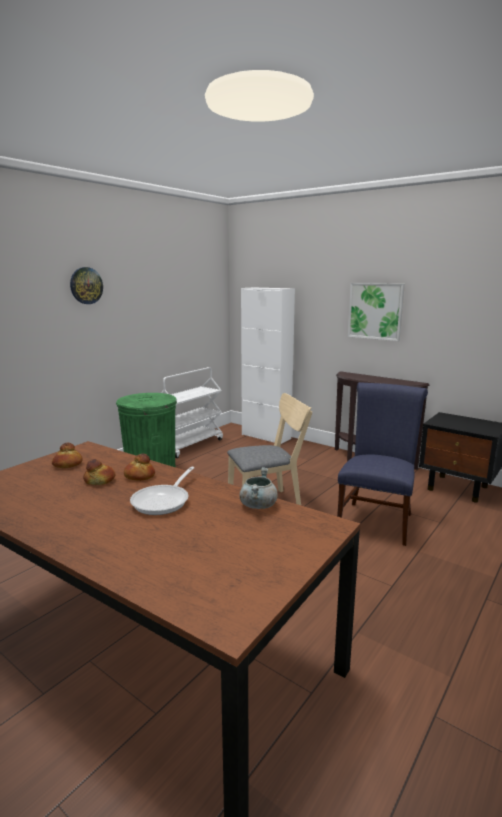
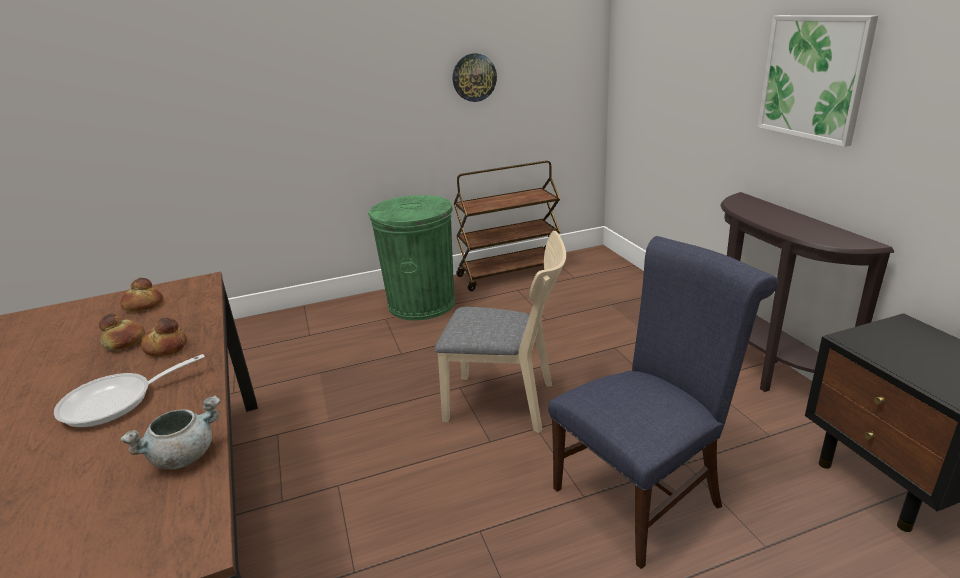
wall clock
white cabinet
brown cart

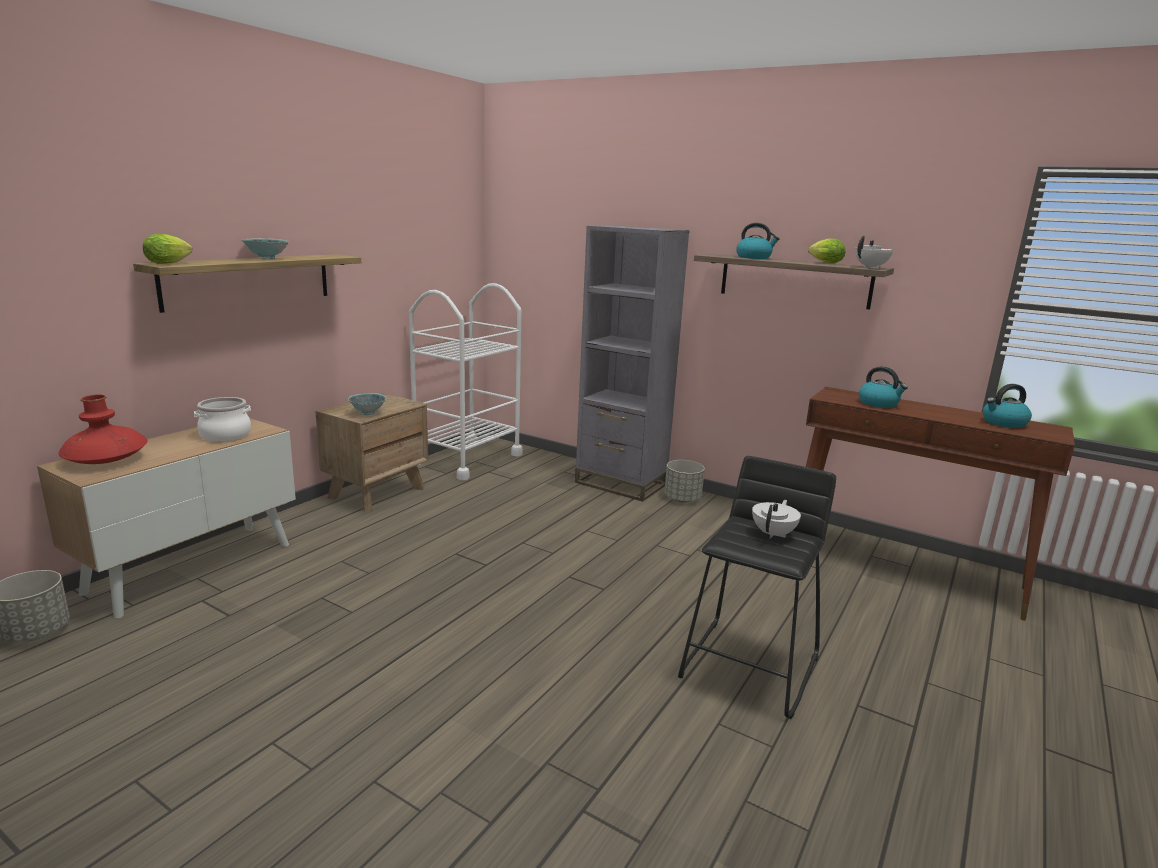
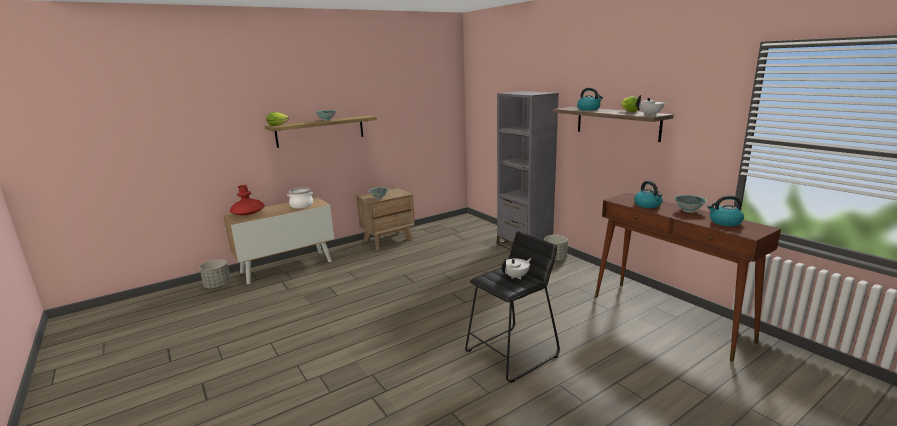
white cart
bowl (3rd from left)

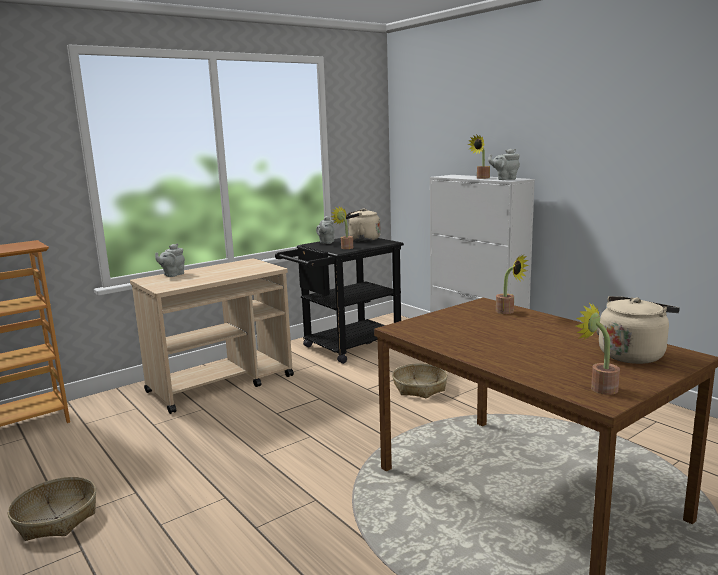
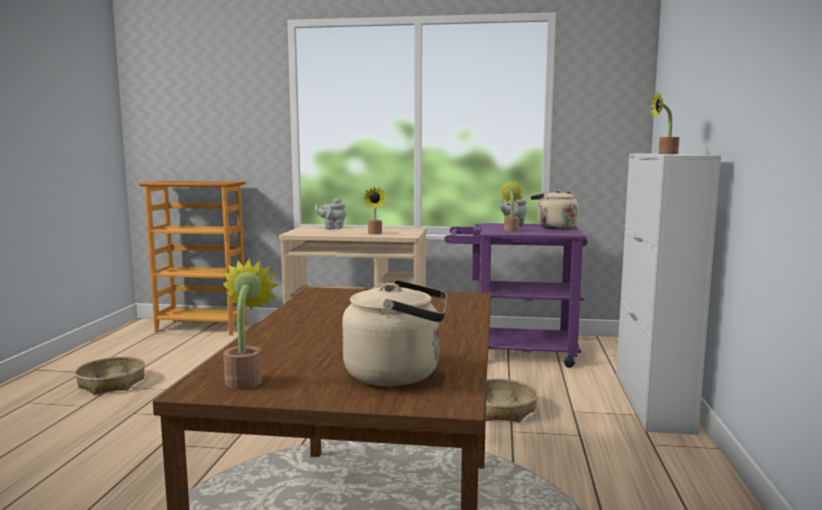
grey teapot (3rd from left in the first image)
purple cart
potted plant (2nd from left)

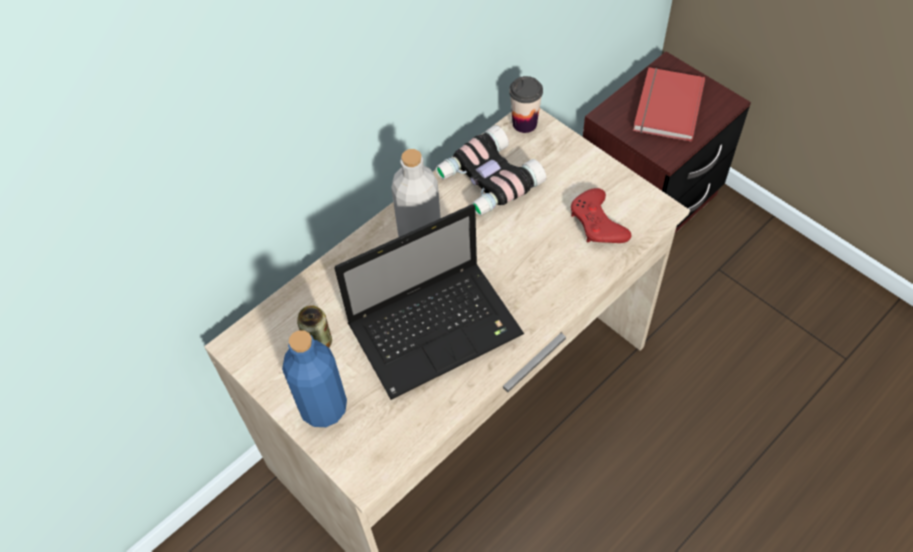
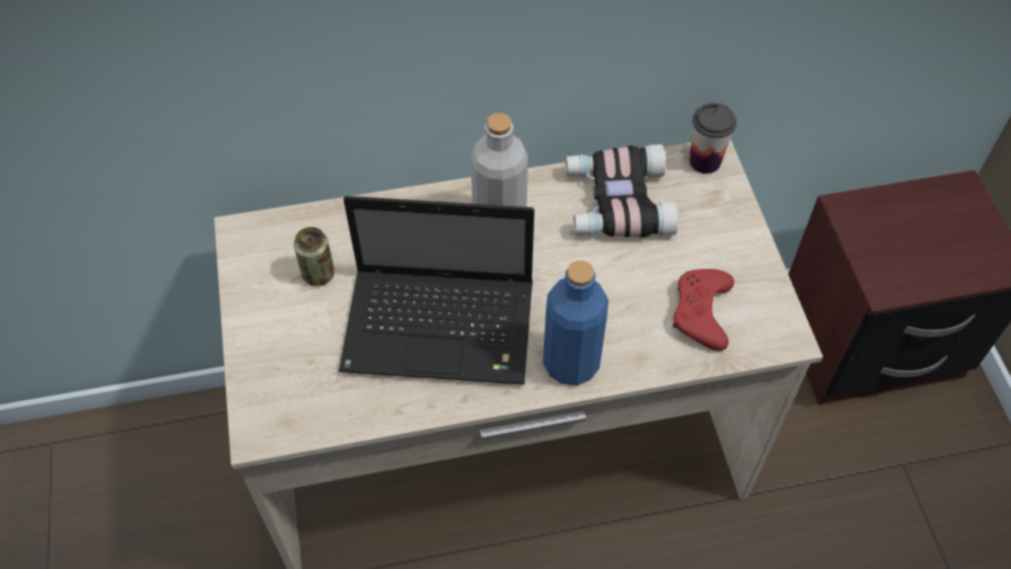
red book
blue bottle

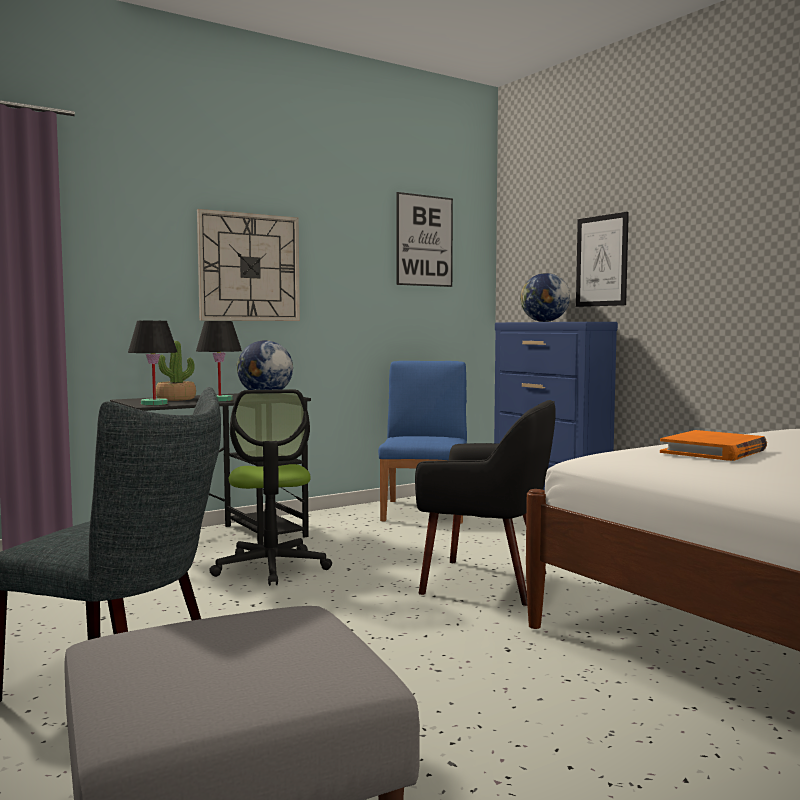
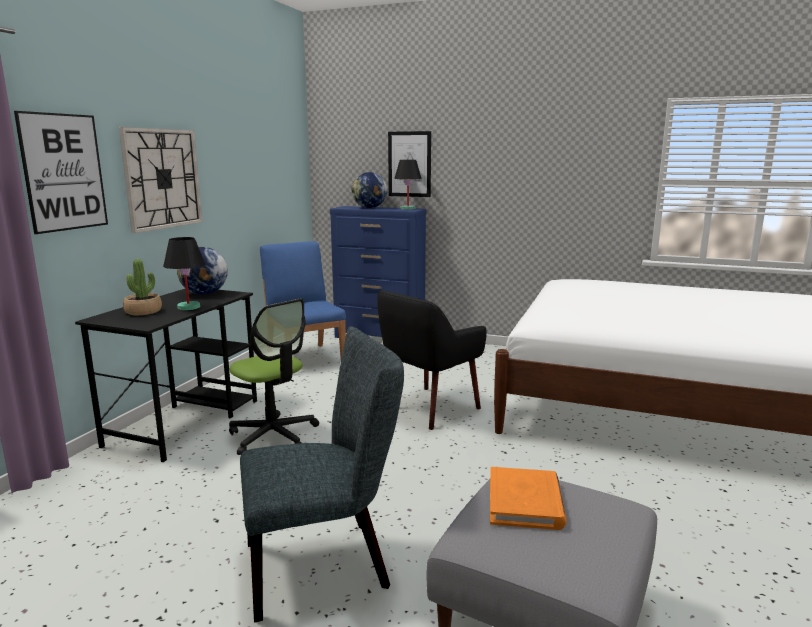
picture (1st from left)
black table lamp (2nd from left)
black armchair
orange book

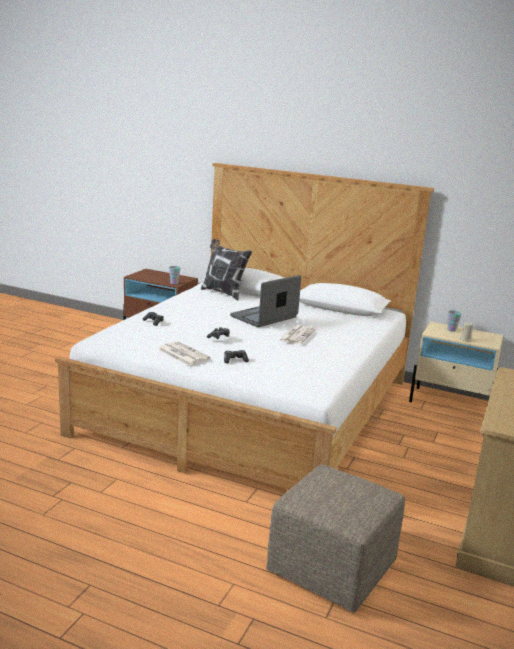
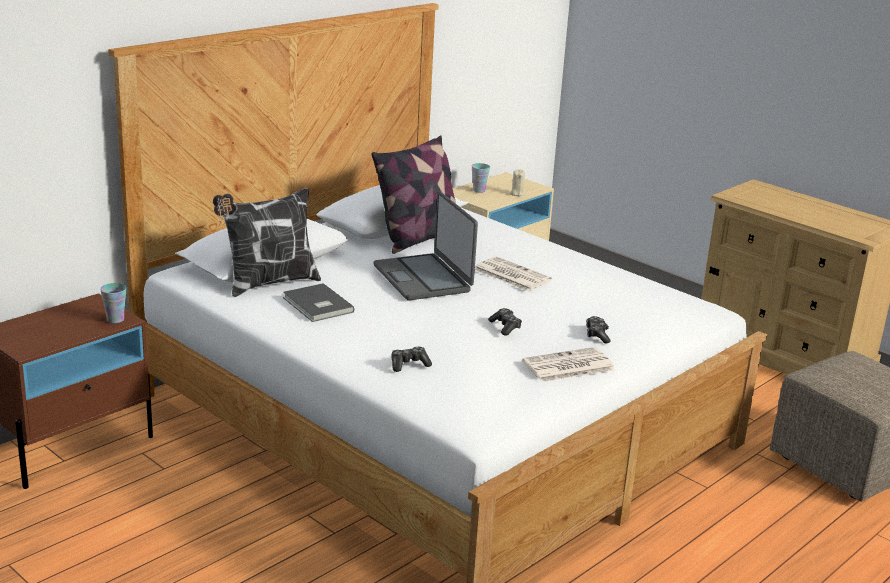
pillow (2nd from left)
grey book

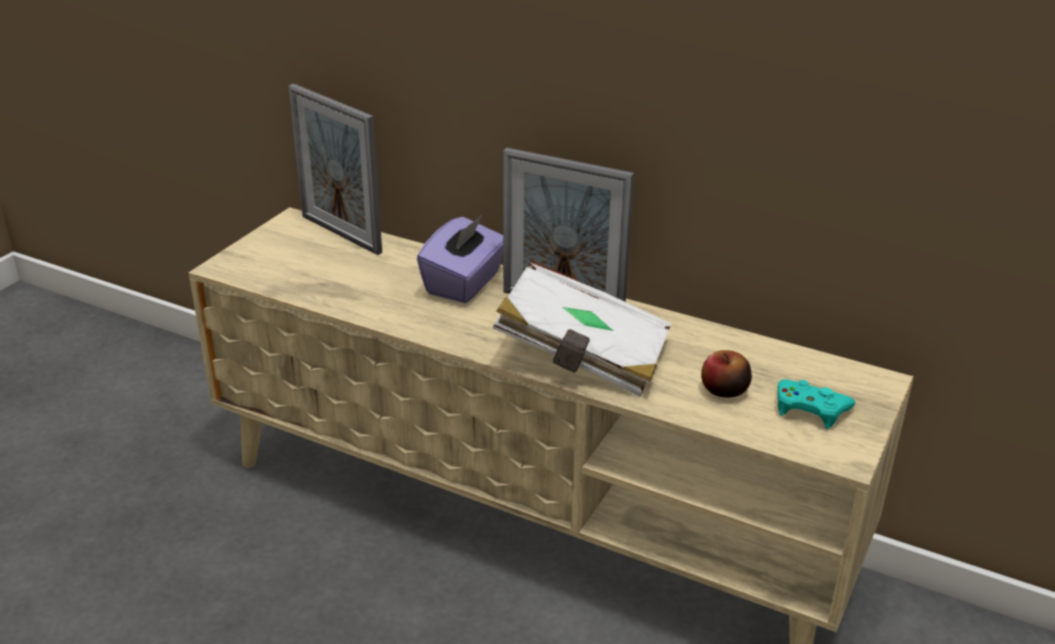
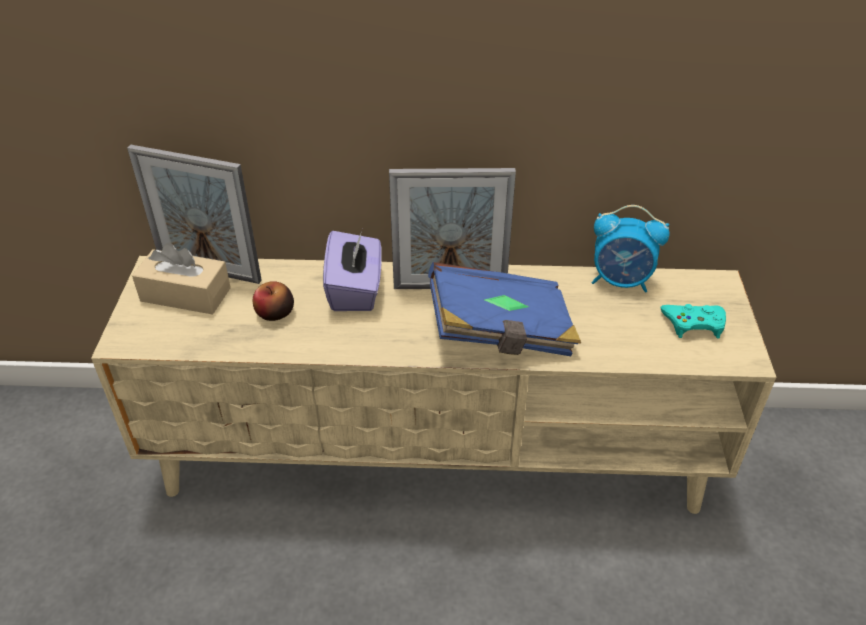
blue book
apple
alarm clock
beige tissue box

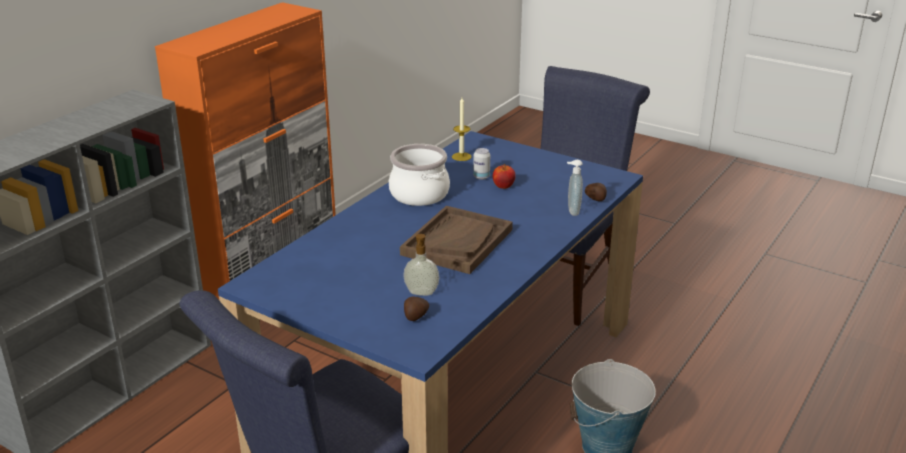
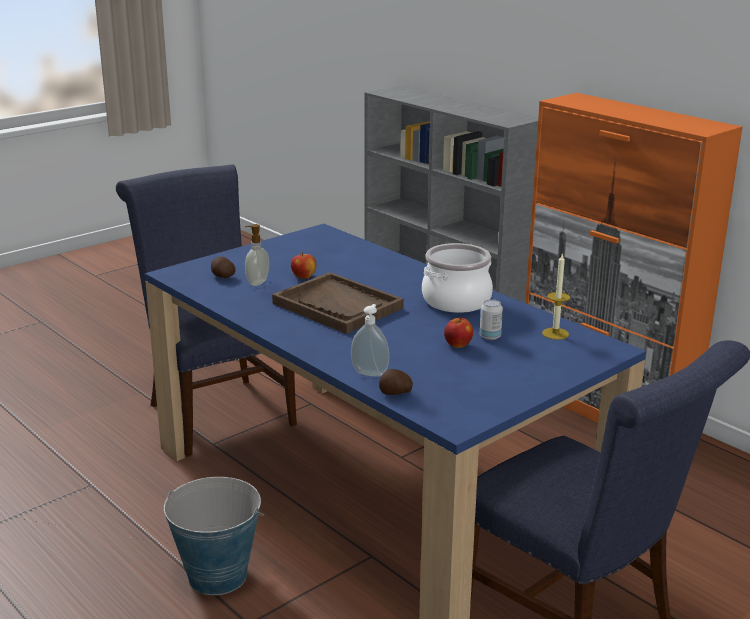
apple (1st from left)

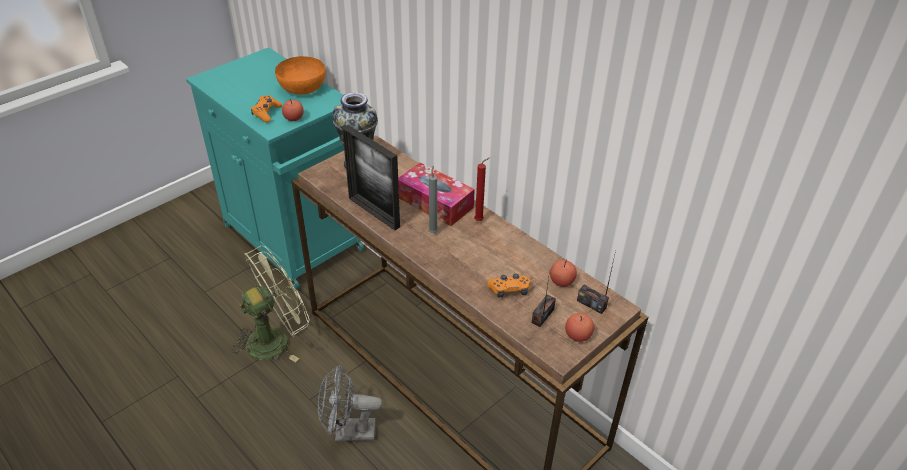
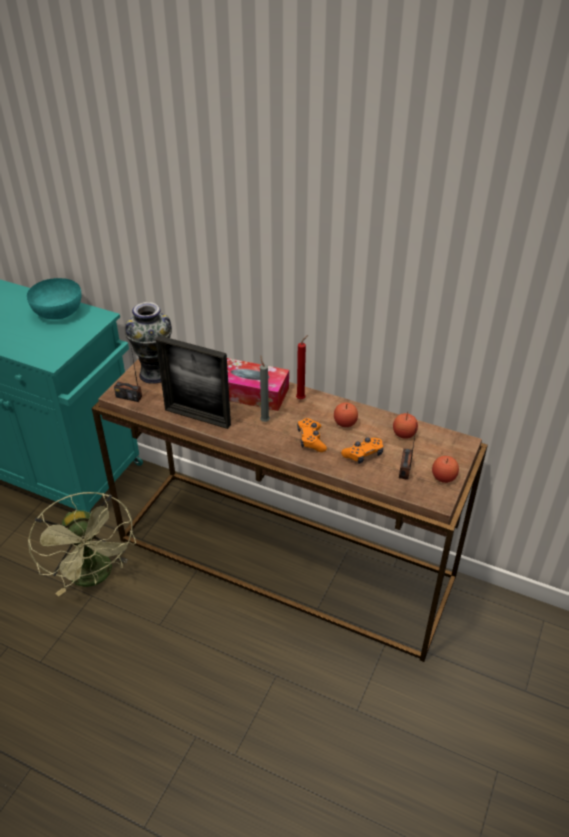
turquoise bowl
orange game controller (1st from left)
apple (1st from left)
green fan
radio (1st from left)
grey fan

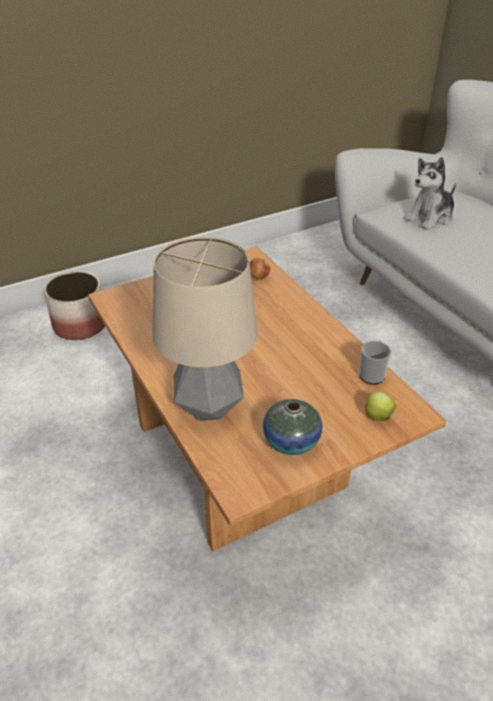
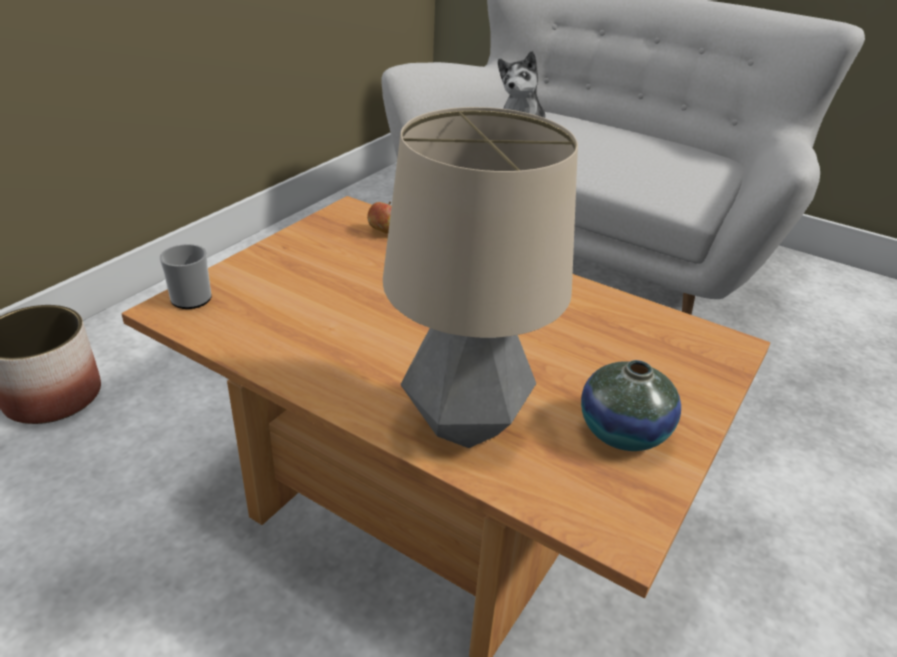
mug
apple (2nd from left in the first image)

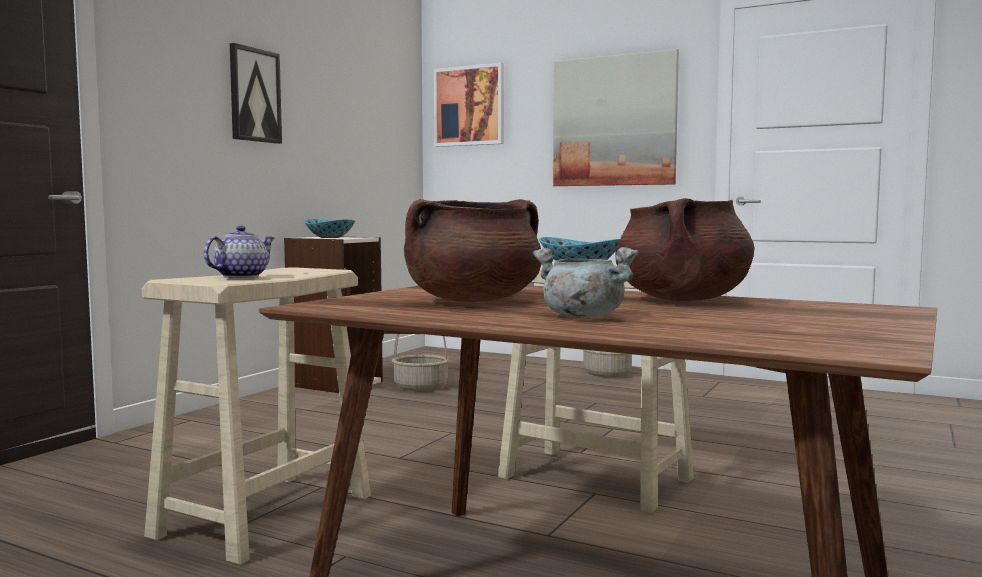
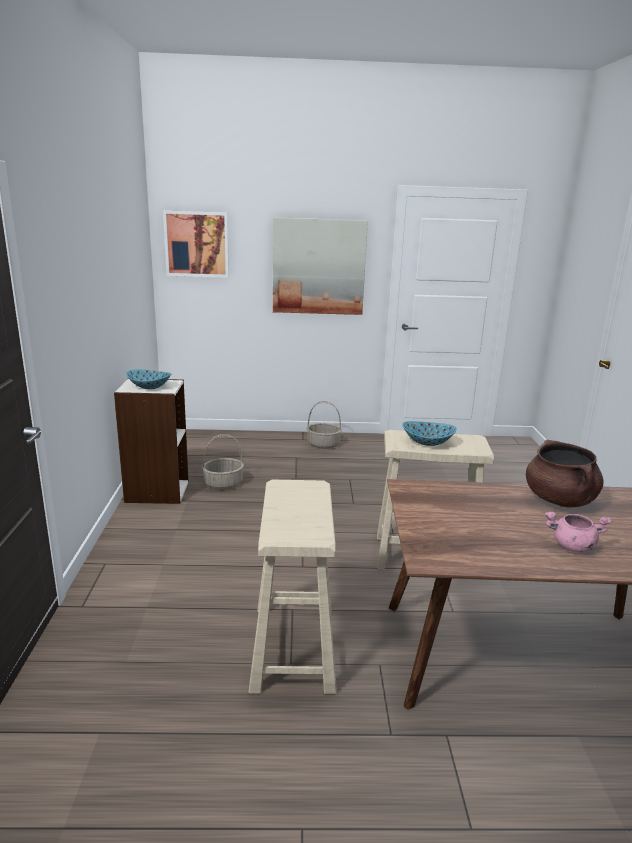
picture (1st from left in the first image)
brown cooking pot (1st from left in the first image)
teapot
pink cooking pot

